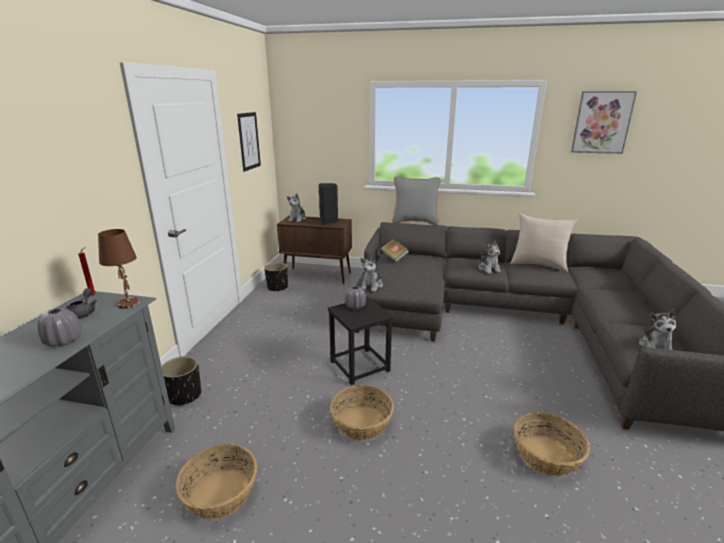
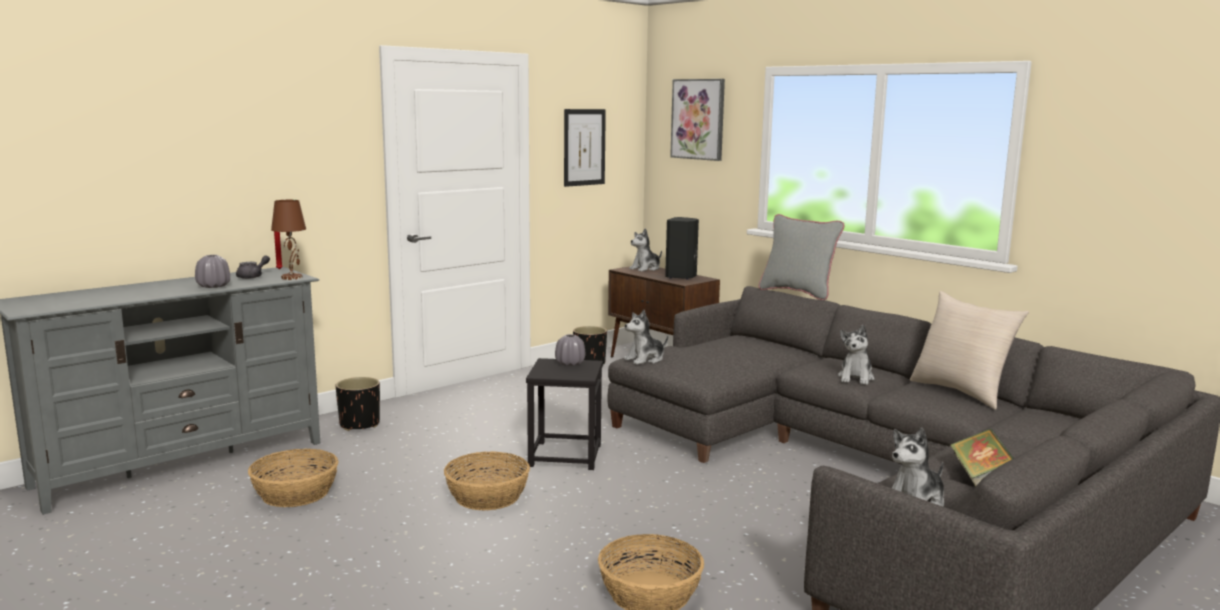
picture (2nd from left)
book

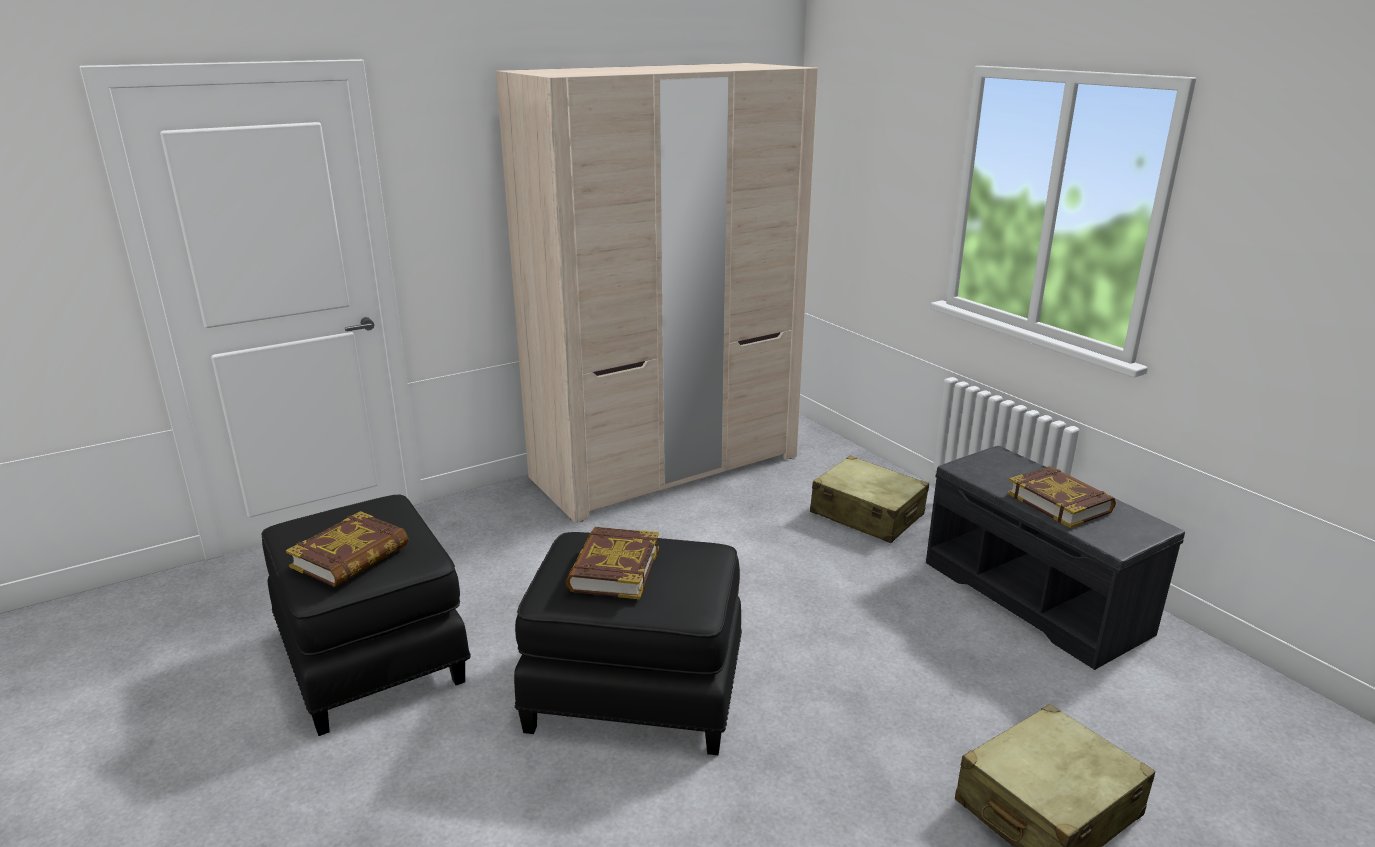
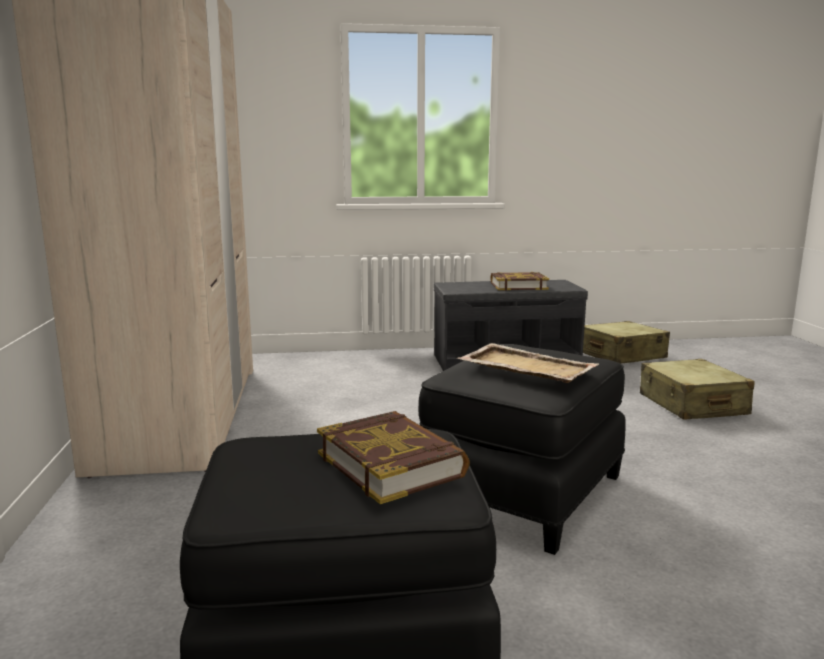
beige suitcase (1st from left)
beige tray

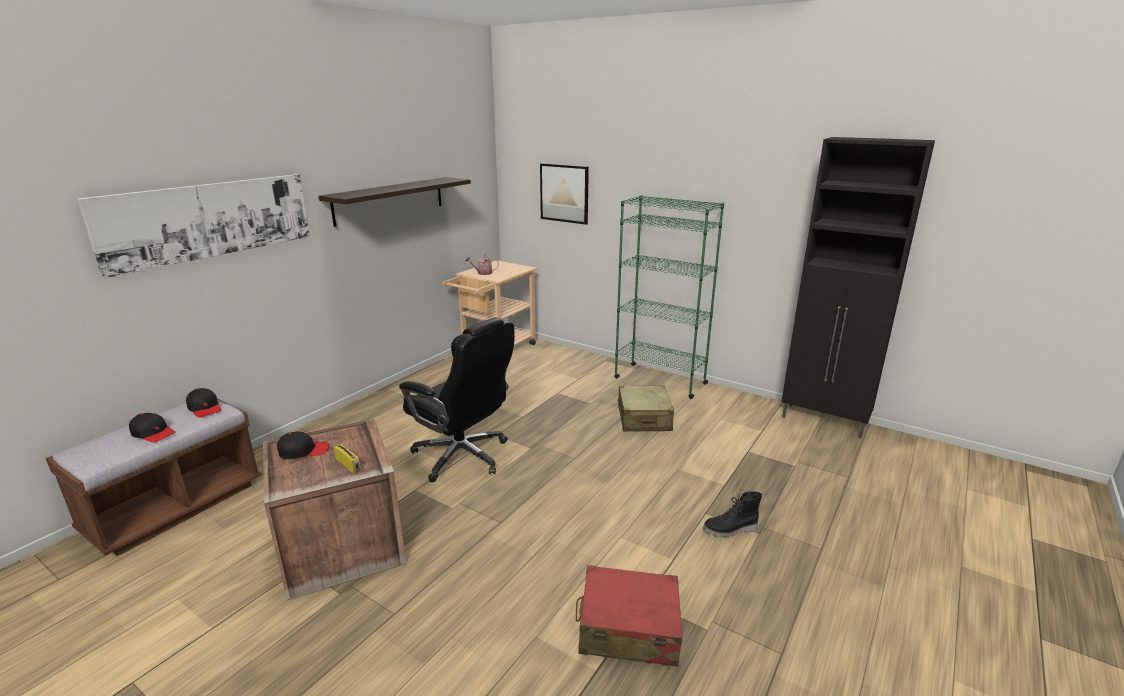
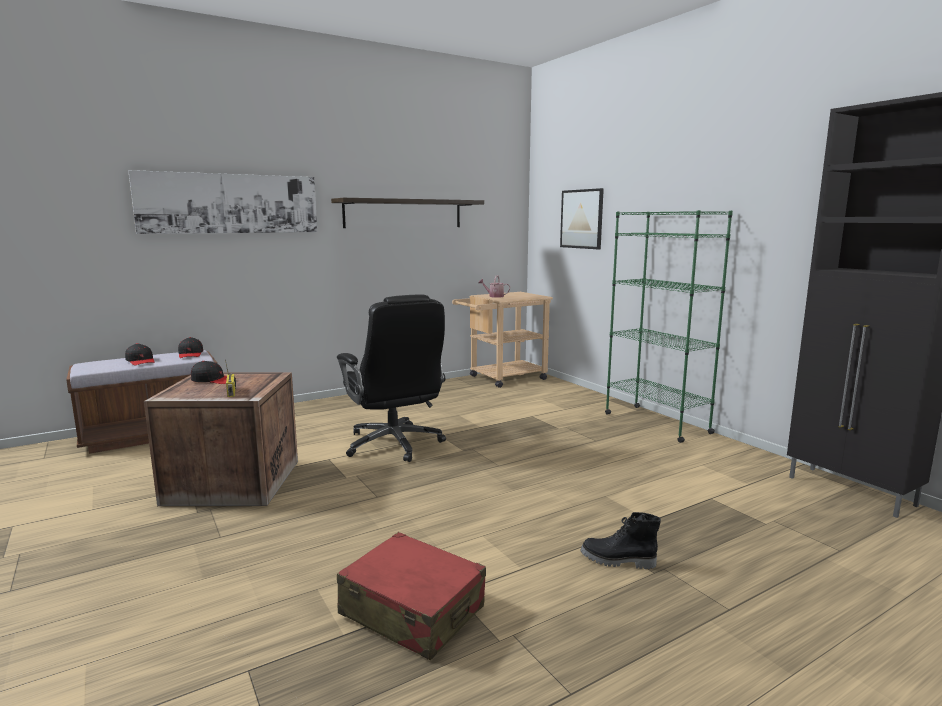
beige suitcase

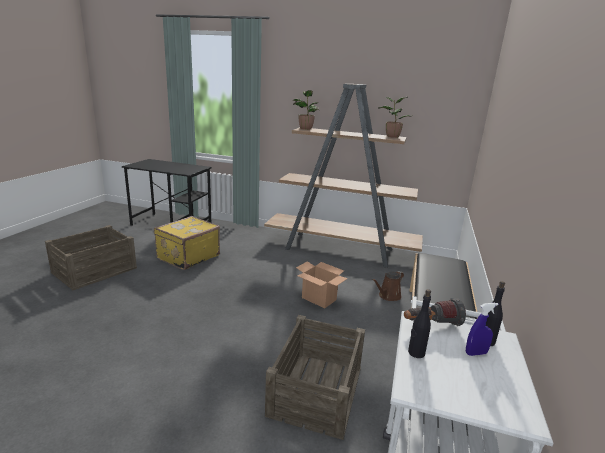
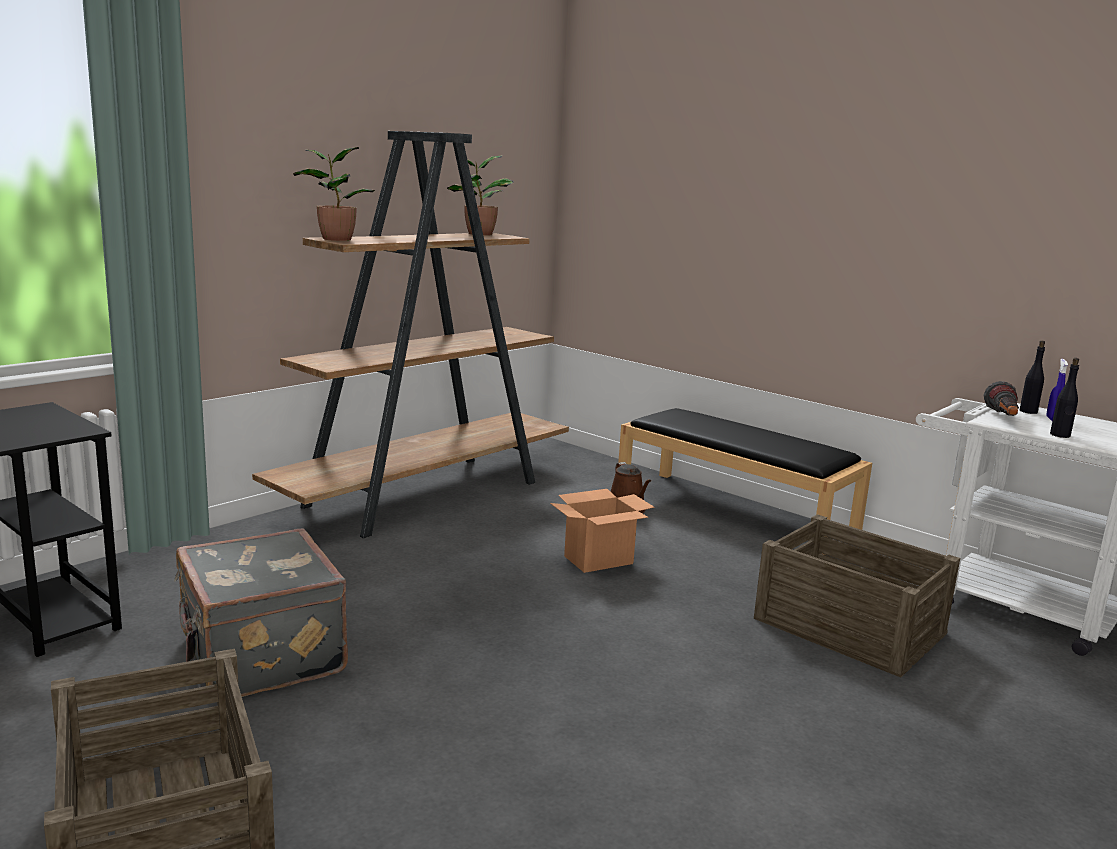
grey suitcase

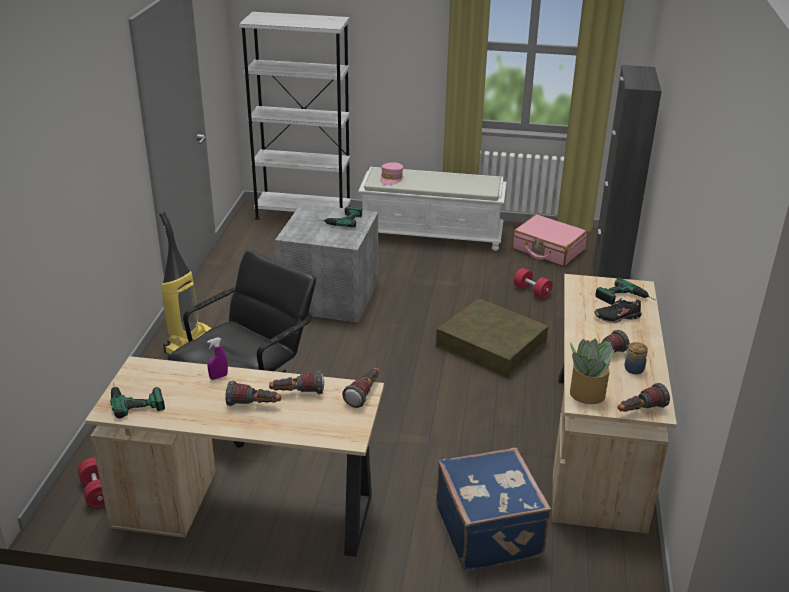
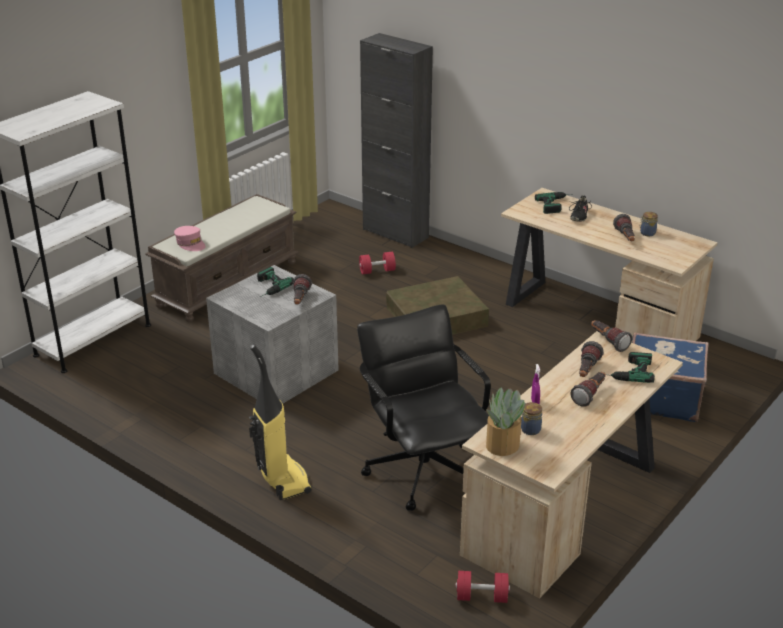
brown bench
pink suitcase
potted plant
power drill (3rd from left)
flashlight (1st from left)
jar (1st from left)

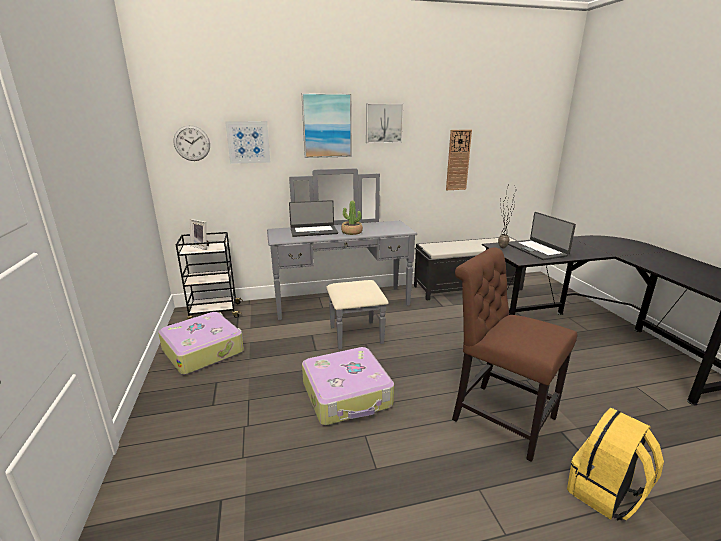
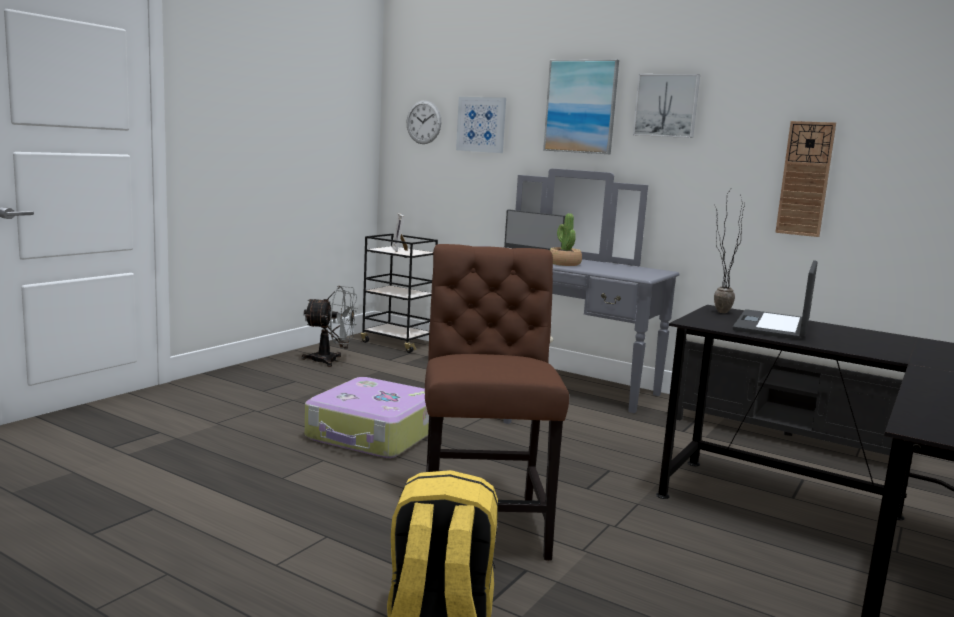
grey fan

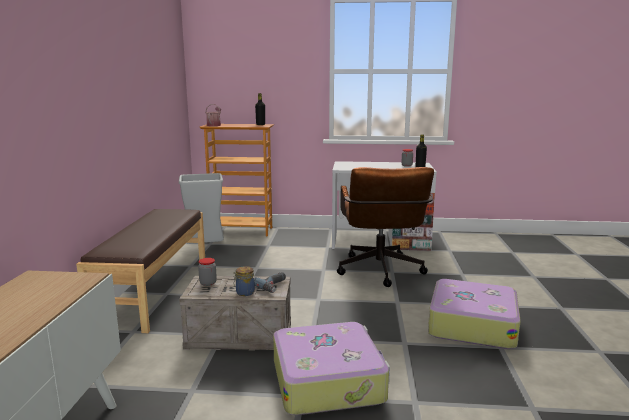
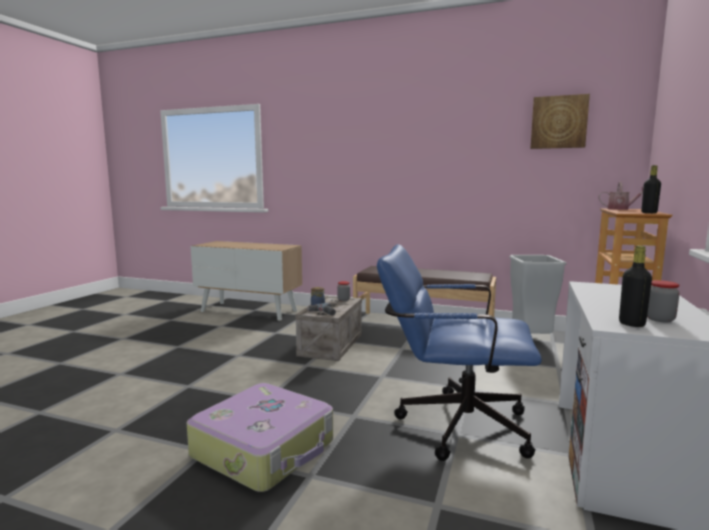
blue office chair
suitcase (1st from left in the first image)
picture

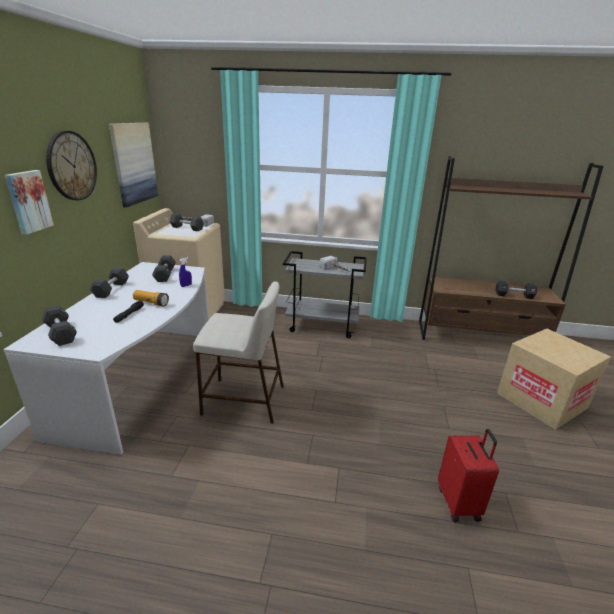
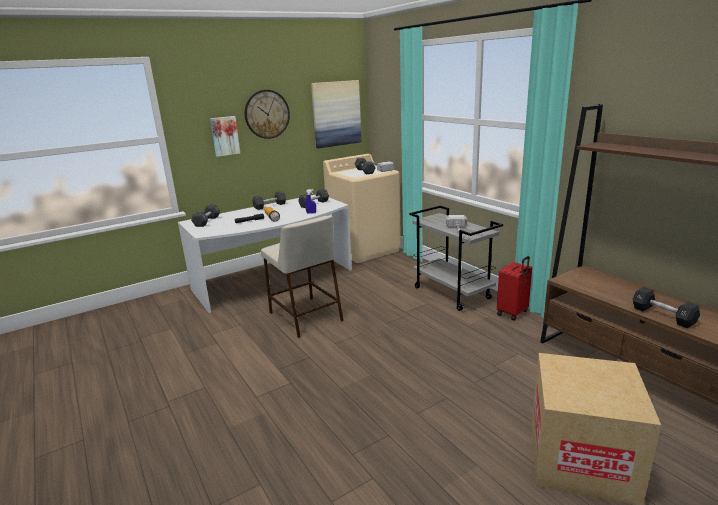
red suitcase

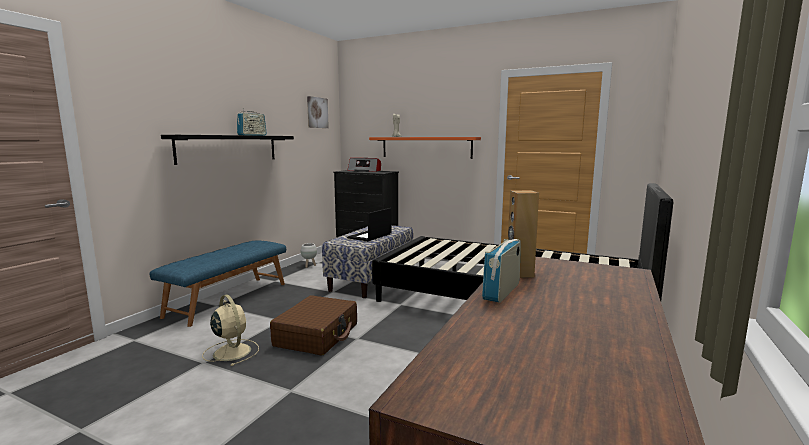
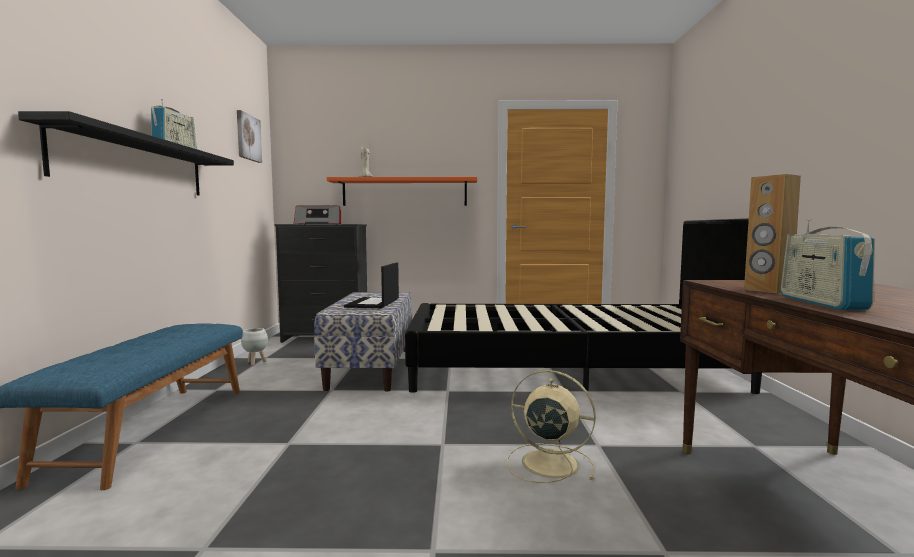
beige fan
brown suitcase

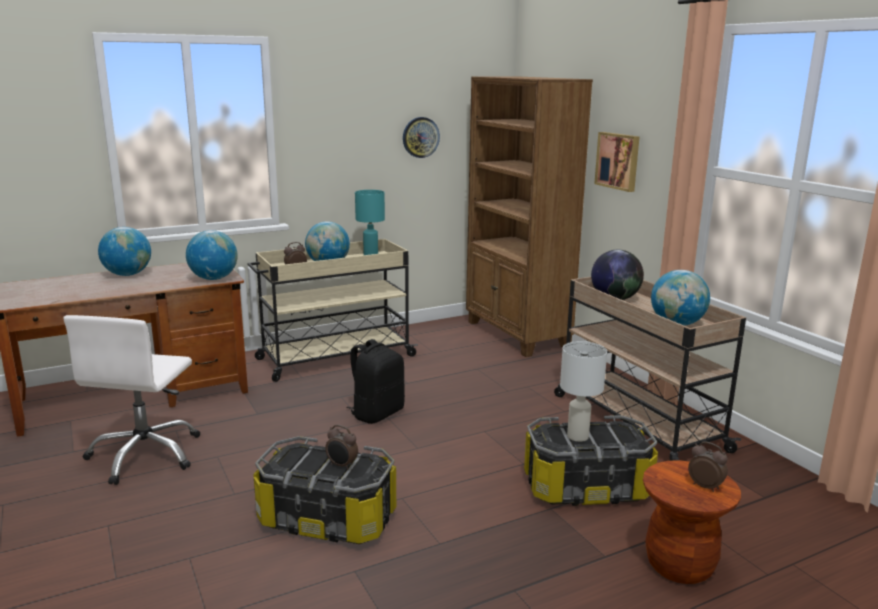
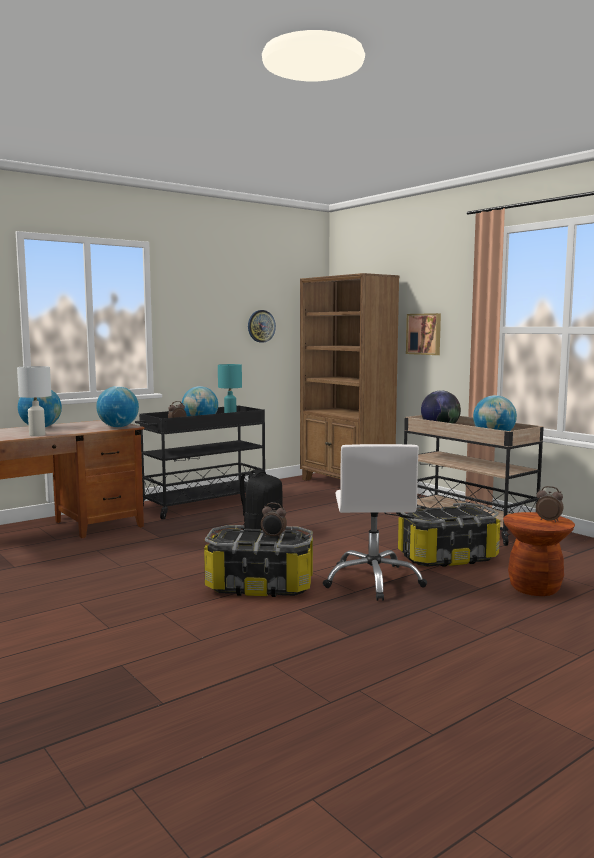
black cart
white office chair
white table lamp

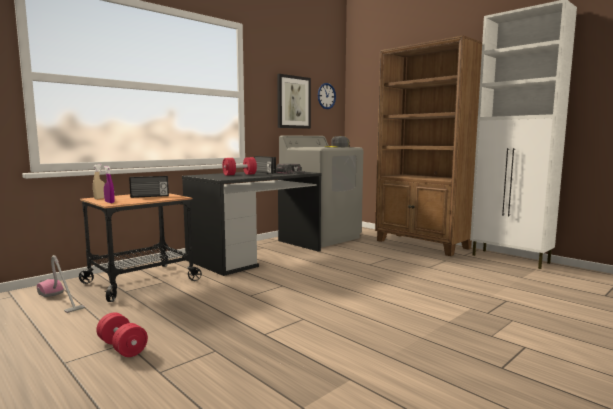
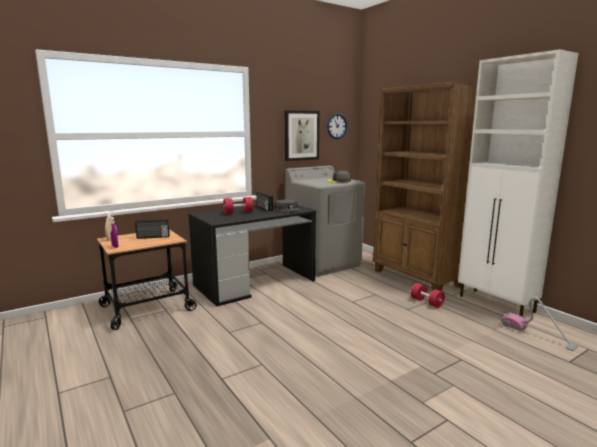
vacuum cleaner
red dumbbell (2nd from left)

